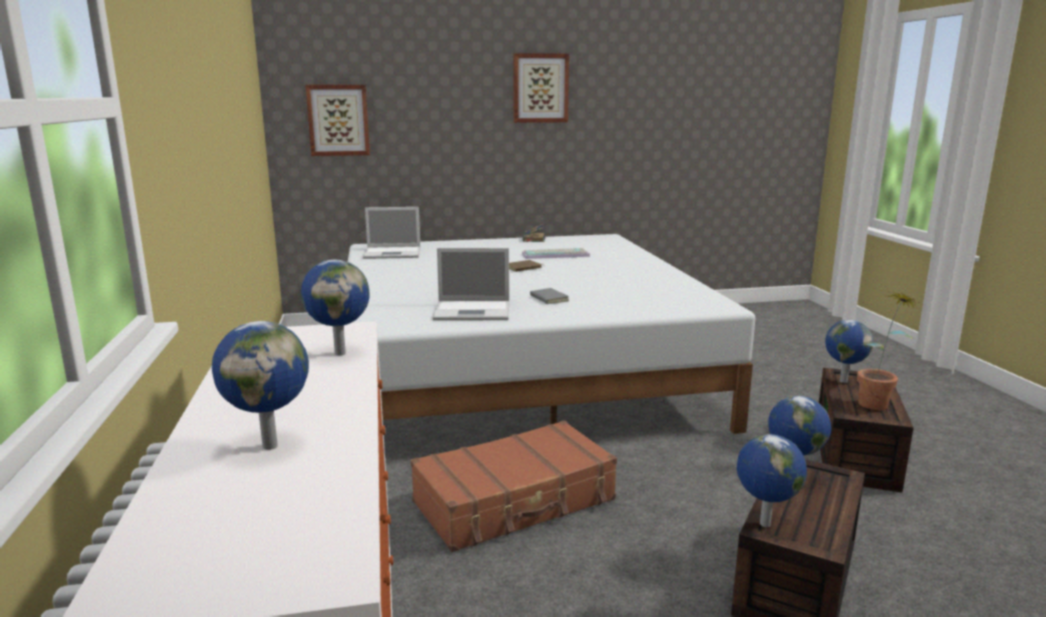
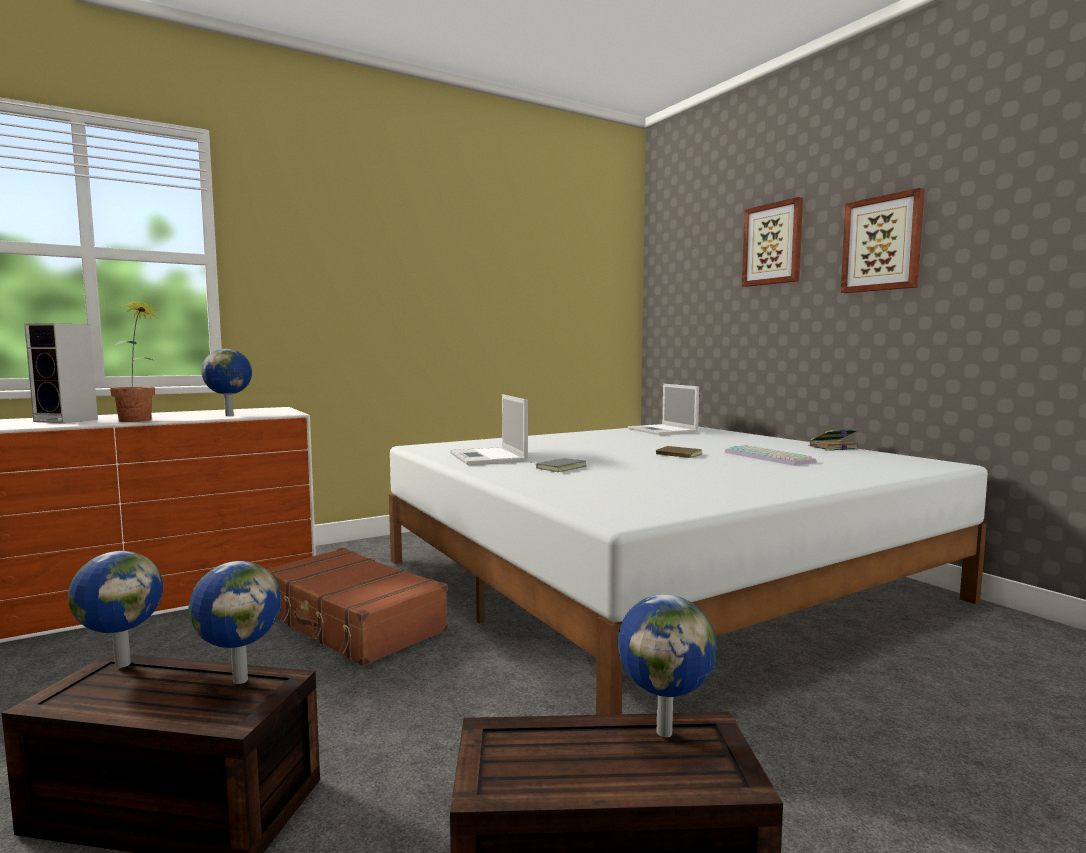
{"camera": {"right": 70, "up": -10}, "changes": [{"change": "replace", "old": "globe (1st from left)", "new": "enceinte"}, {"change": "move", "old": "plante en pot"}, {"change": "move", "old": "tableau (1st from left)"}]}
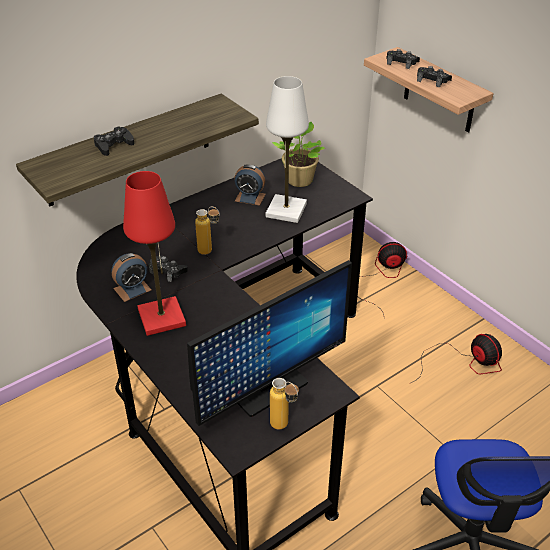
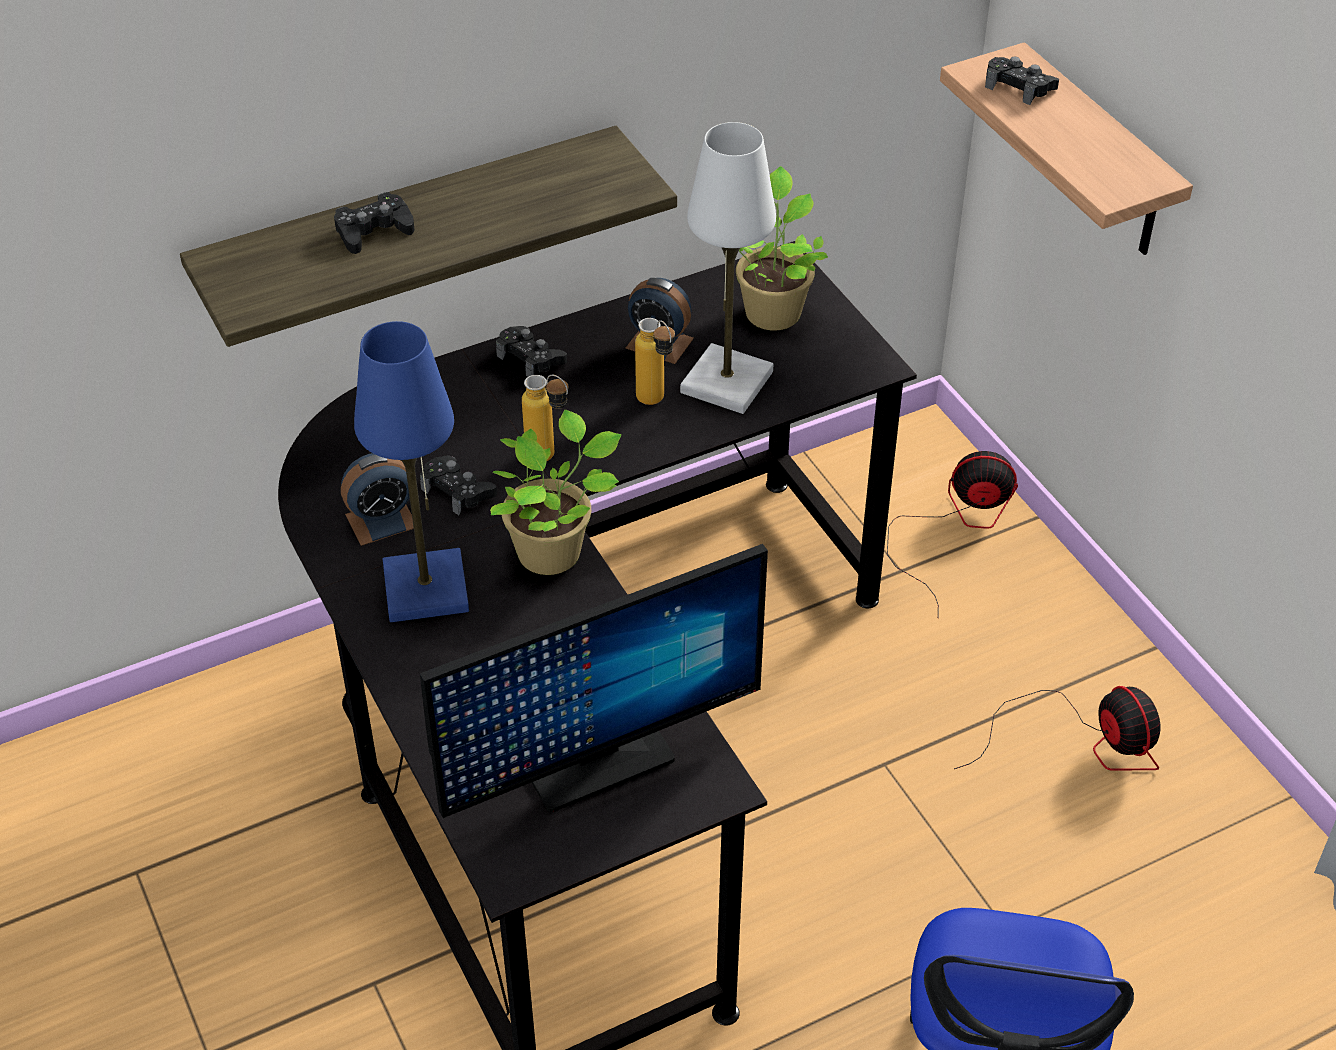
{"camera": {"right": 10, "up": 5}, "changes": [{"change": "recolor", "old": "lampe de table (rouge)", "new": "lampe de table (bleu)"}, {"change": "insert", "new": "plante en pot (1st from left)"}, {"change": "move", "old": "manette (noir) (4th from left in the first image)", "new": "manette (noir) (3rd from left)"}, {"change": "move", "old": "bouteille (2nd from left)"}]}
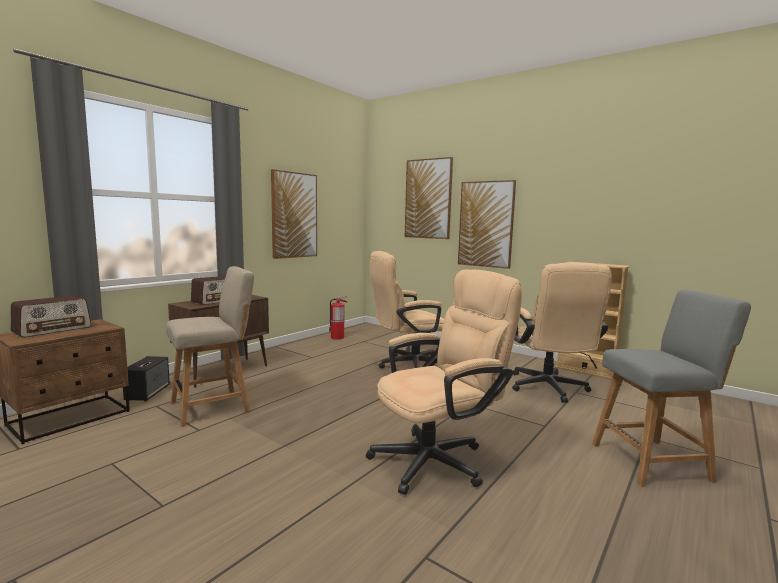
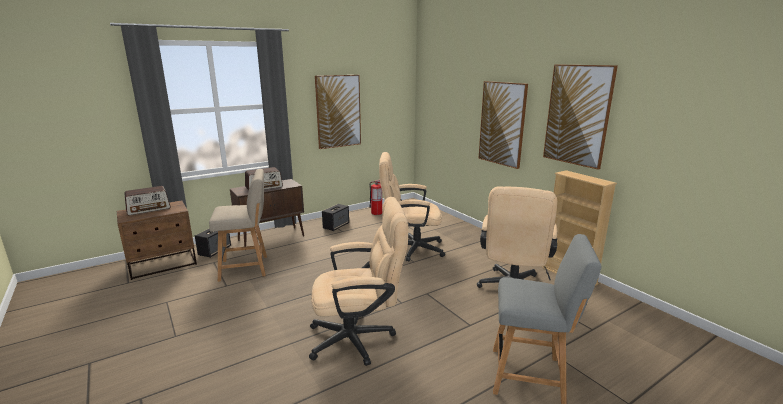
{"camera": {"right": 20, "up": 10}, "changes": [{"change": "insert", "new": "enceinte (2nd from left)"}, {"change": "move", "old": "tableau (2nd from left in the first image)", "new": "tableau (3rd from left)"}]}
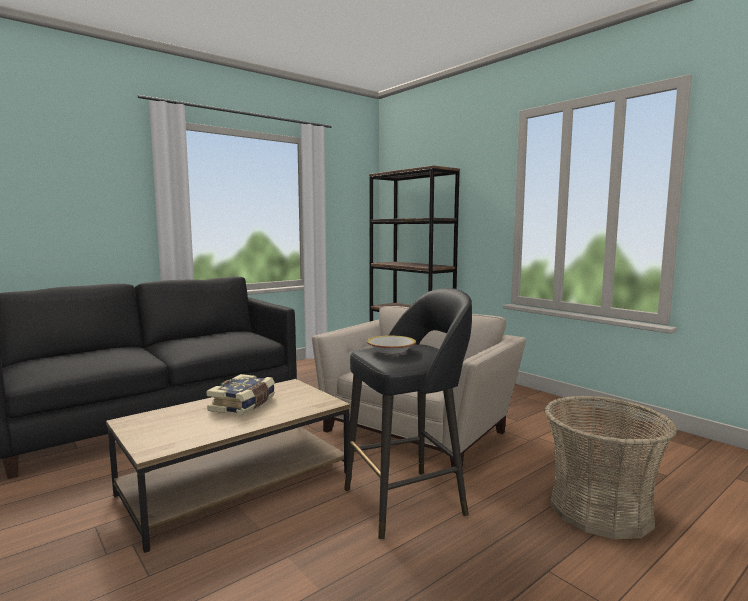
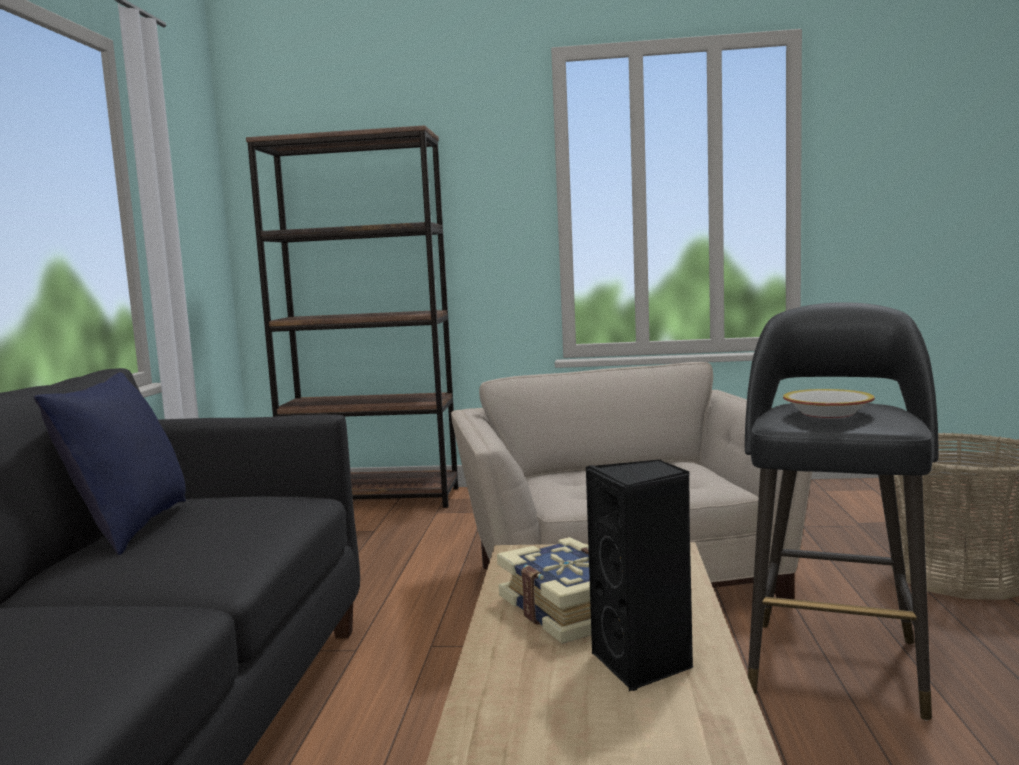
{"camera": {"right": -45, "up": 0}, "changes": [{"change": "insert", "new": "coussin (bleu)"}, {"change": "insert", "new": "enceinte (noir)"}]}
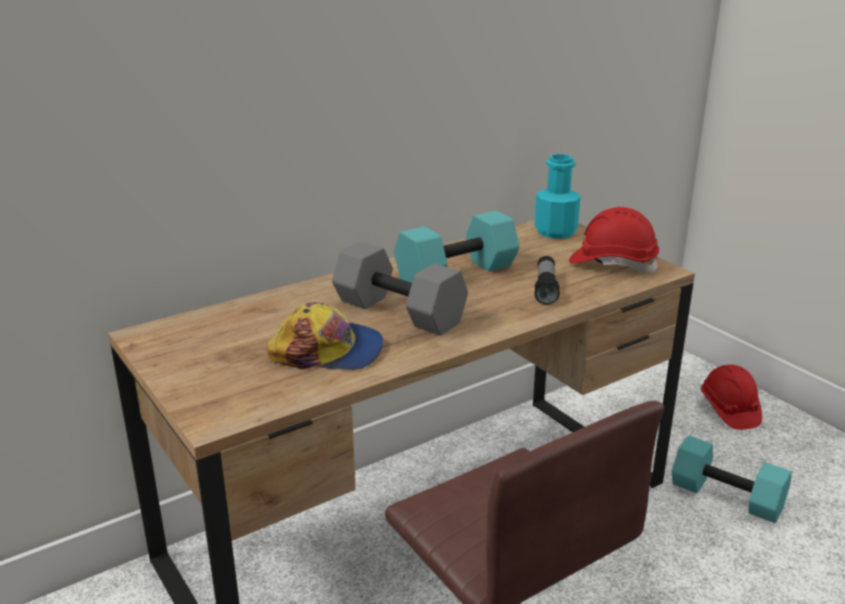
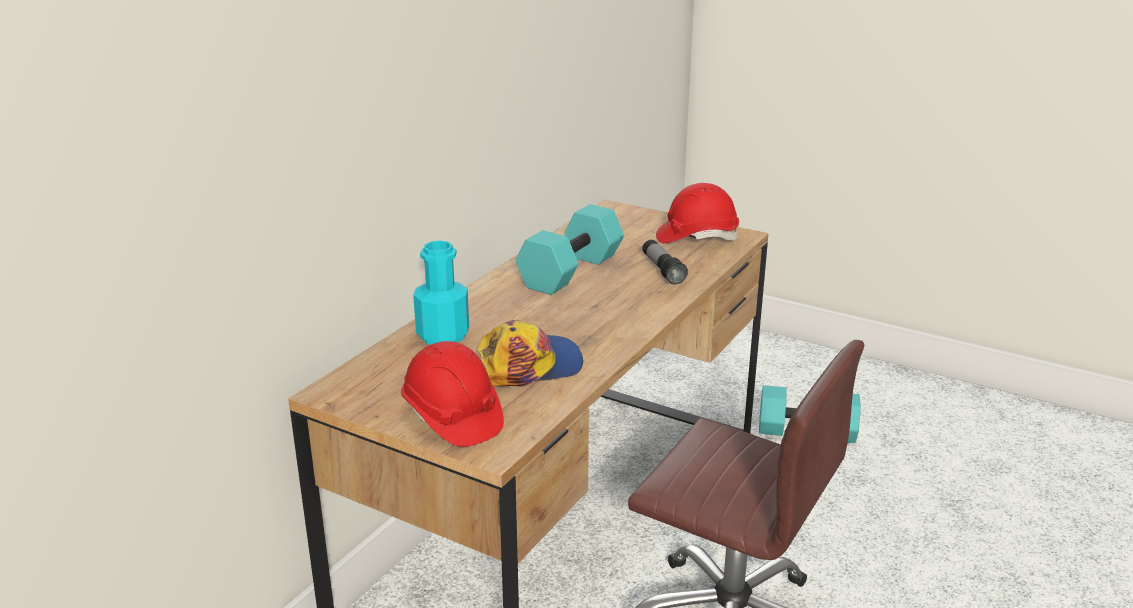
{"camera": {"right": -25, "up": 0}, "changes": [{"change": "move", "old": "casque de chantier (rouge) (2nd from left in the first image)", "new": "casque de chantier (rouge) (1st from left)"}, {"change": "move", "old": "bouteille (turquoise)"}, {"change": "delete", "old": "haltère (gris)"}]}
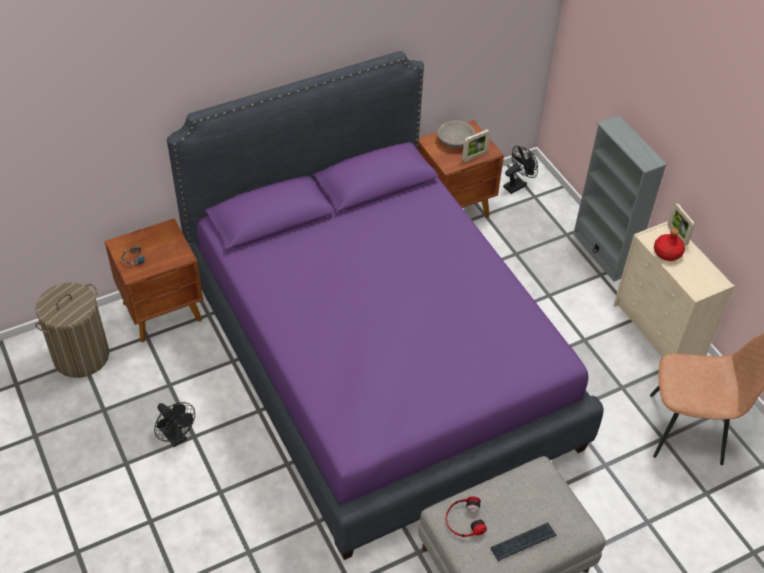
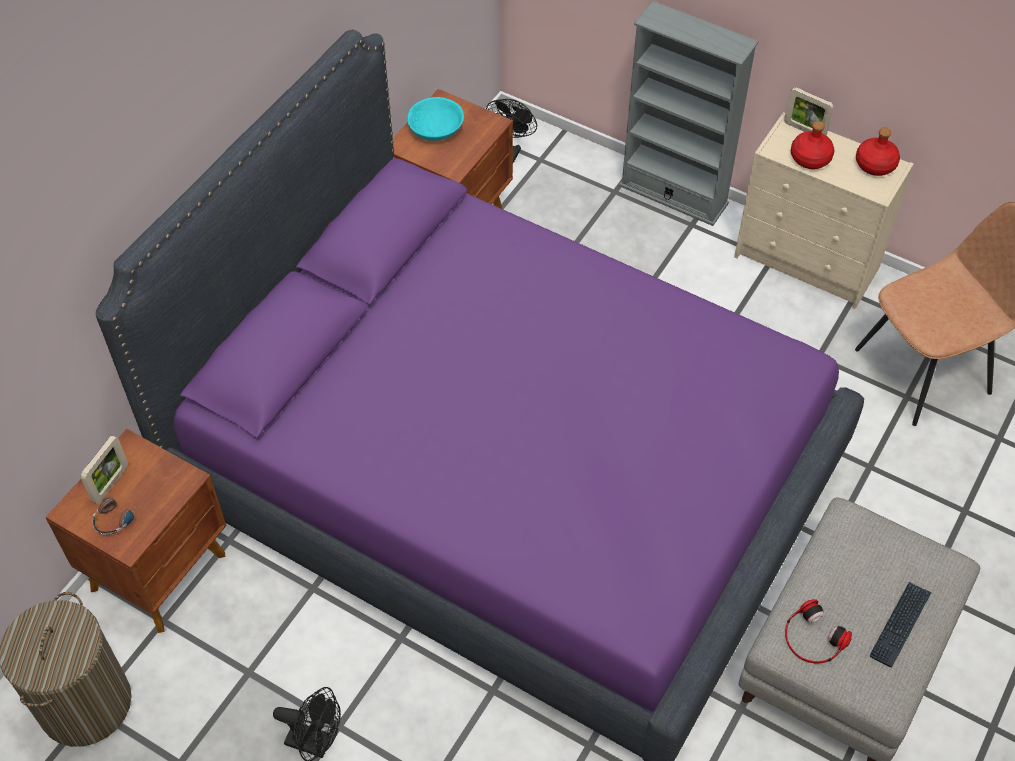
{"camera": {"right": -30, "up": 5}, "changes": [{"change": "move", "old": "cadre photo (1st from left)"}, {"change": "recolor", "old": "bol (gris)", "new": "bol (turquoise)"}, {"change": "insert", "new": "bouteille (rouge) (2nd from left)"}]}
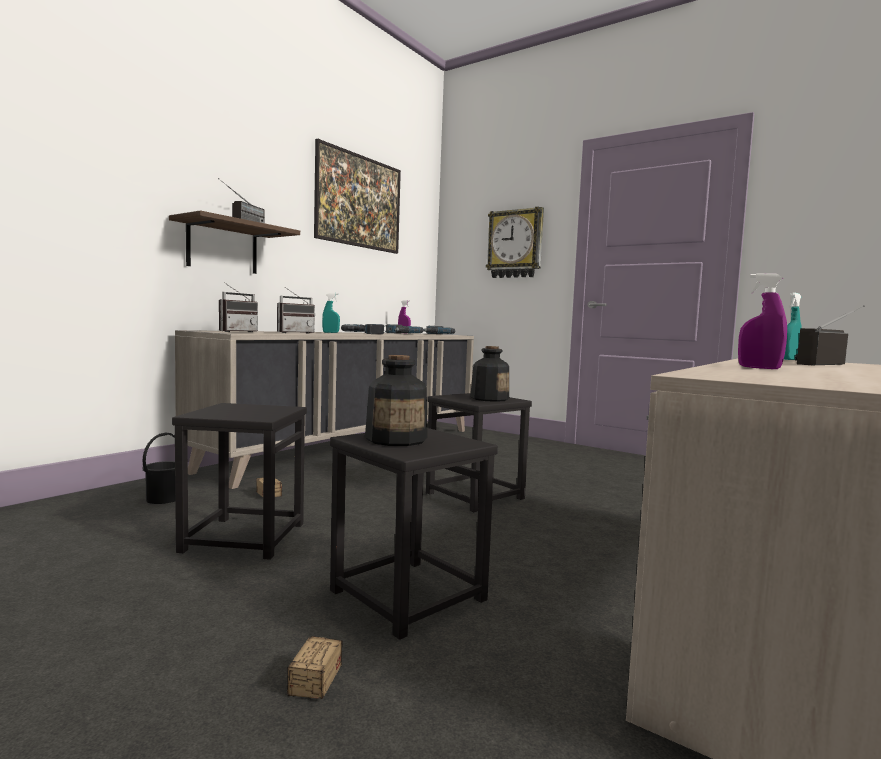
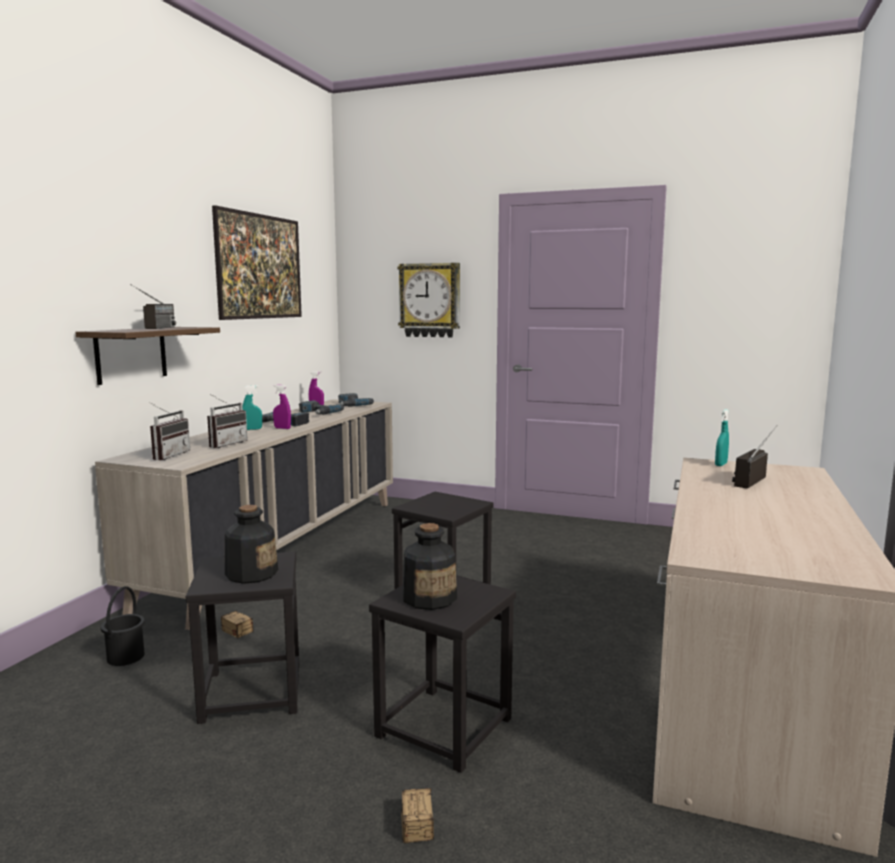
{"camera": {"right": -15, "up": 5}, "changes": [{"change": "move", "old": "bouteille (2nd from left in the first image)", "new": "bouteille (1st from left)"}, {"change": "move", "old": "vaporisateur (violet) (2nd from left in the first image)", "new": "vaporisateur (violet) (1st from left)"}]}
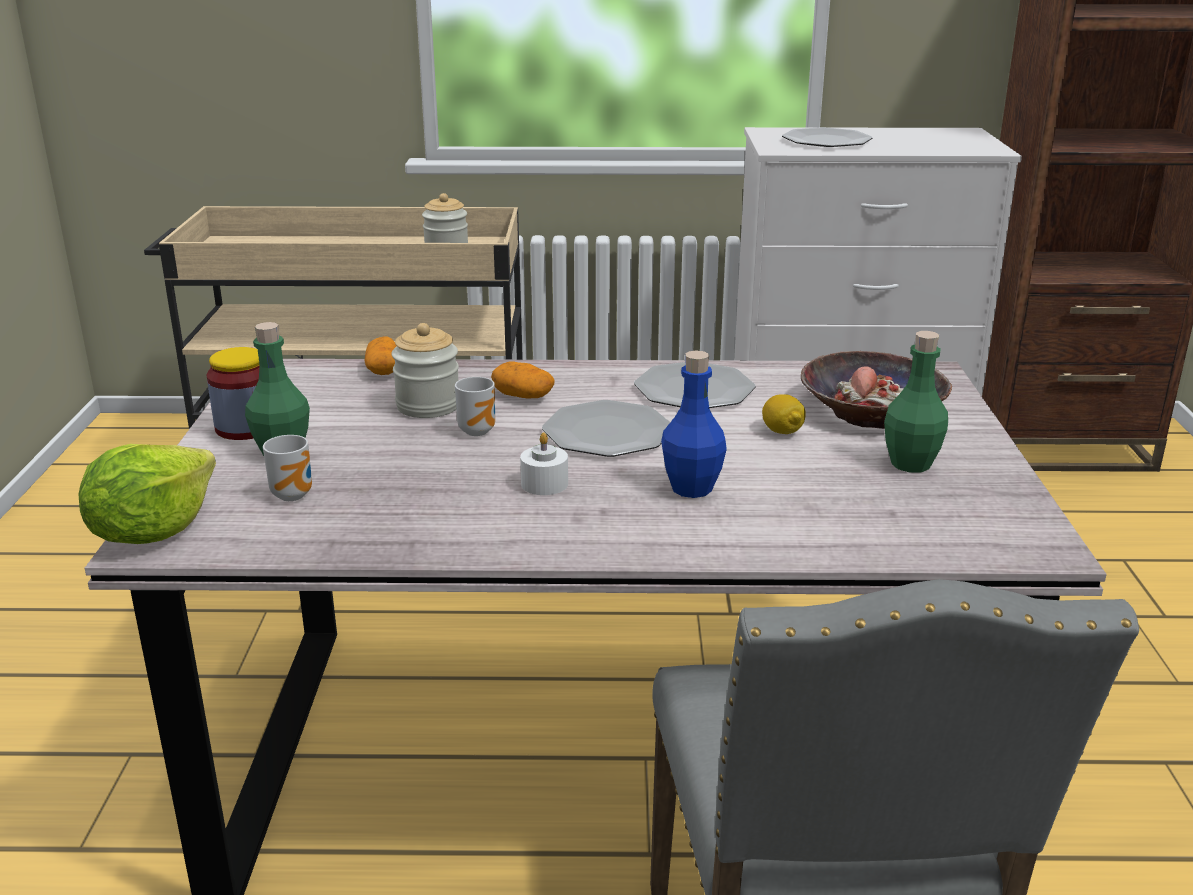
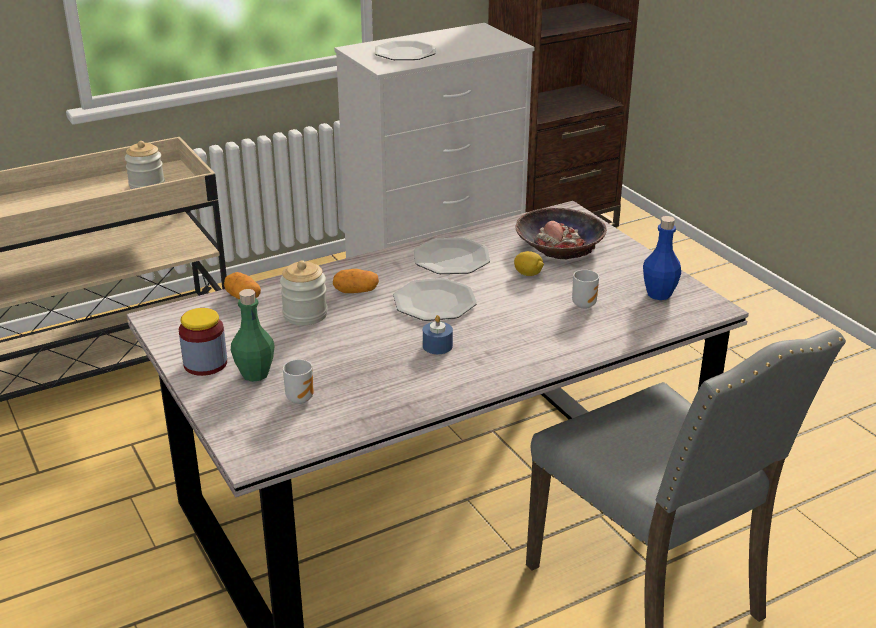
{"camera": {"right": -30, "up": 5}, "changes": [{"change": "recolor", "old": "bougie (blanc)", "new": "bougie (bleu)"}, {"change": "move", "old": "mug (2nd from left)"}, {"change": "move", "old": "bouteille (bleu)"}, {"change": "delete", "old": "laitue"}, {"change": "delete", "old": "bouteille (vert) (2nd from left)"}]}
